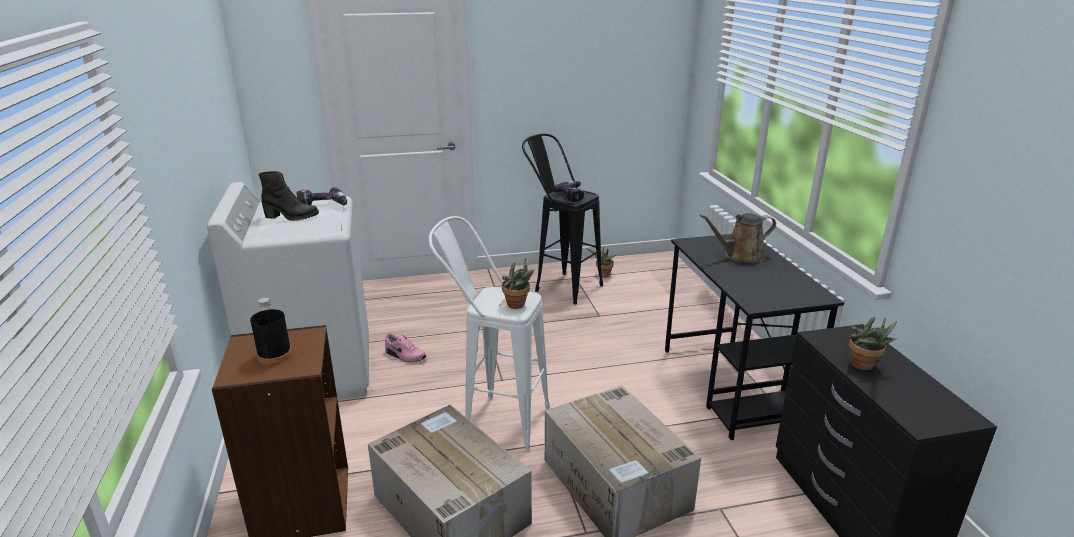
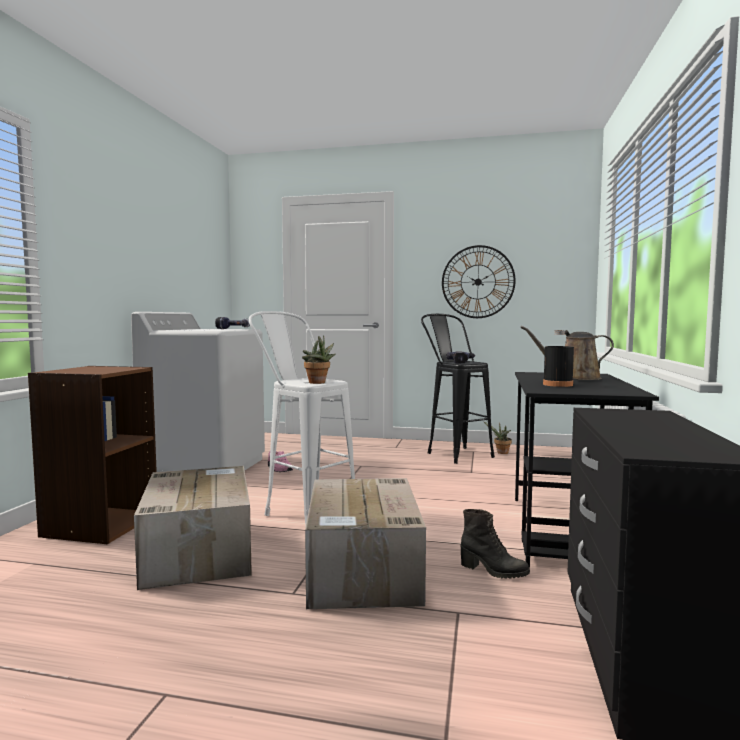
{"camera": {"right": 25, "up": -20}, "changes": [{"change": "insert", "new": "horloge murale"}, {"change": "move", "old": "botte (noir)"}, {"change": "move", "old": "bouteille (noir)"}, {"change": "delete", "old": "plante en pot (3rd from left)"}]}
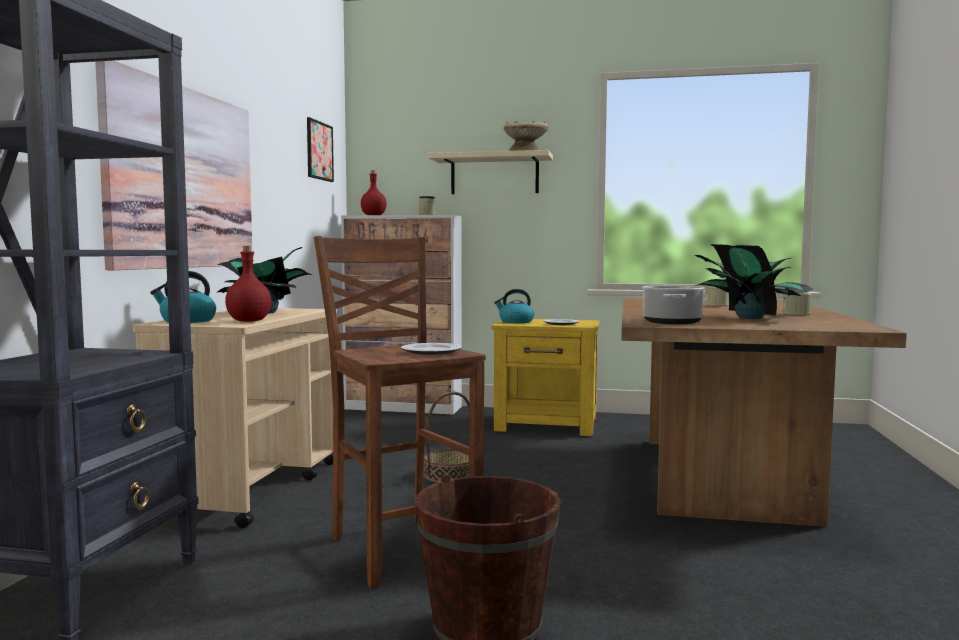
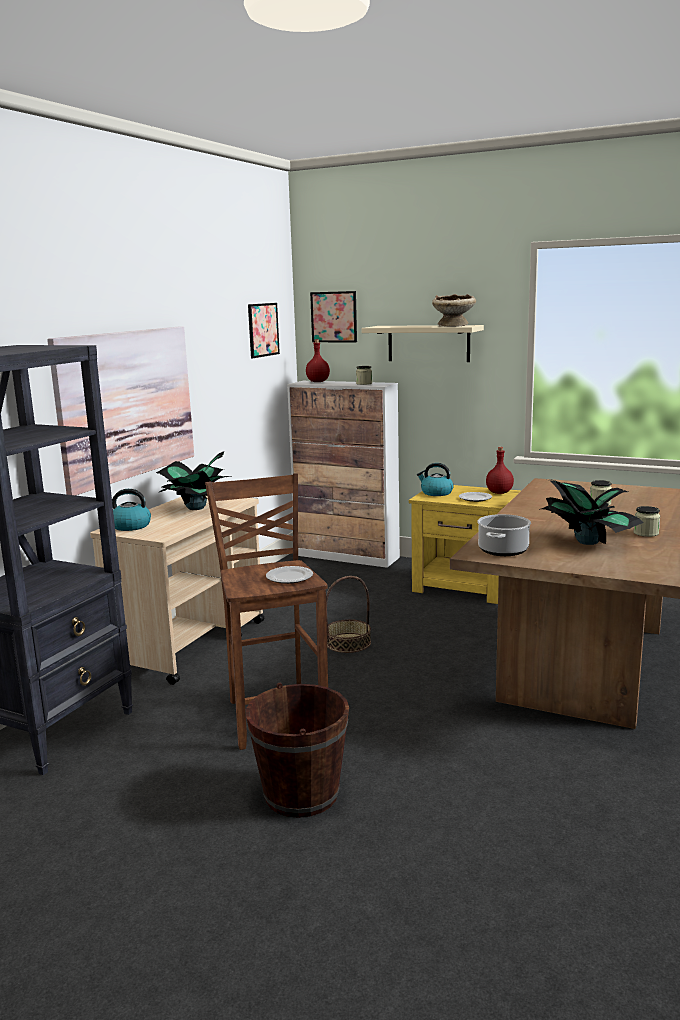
{"camera": {"right": 15, "up": 10}, "changes": [{"change": "insert", "new": "tableau (3rd from left)"}, {"change": "move", "old": "bouteille (rouge) (1st from left in the first image)", "new": "bouteille (rouge) (2nd from left)"}]}
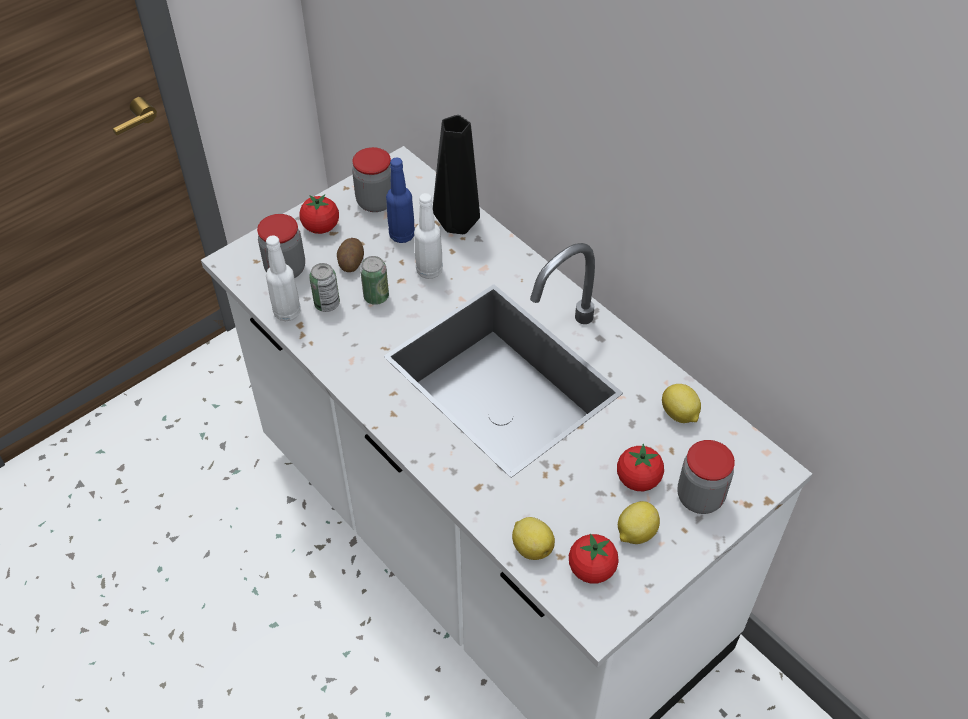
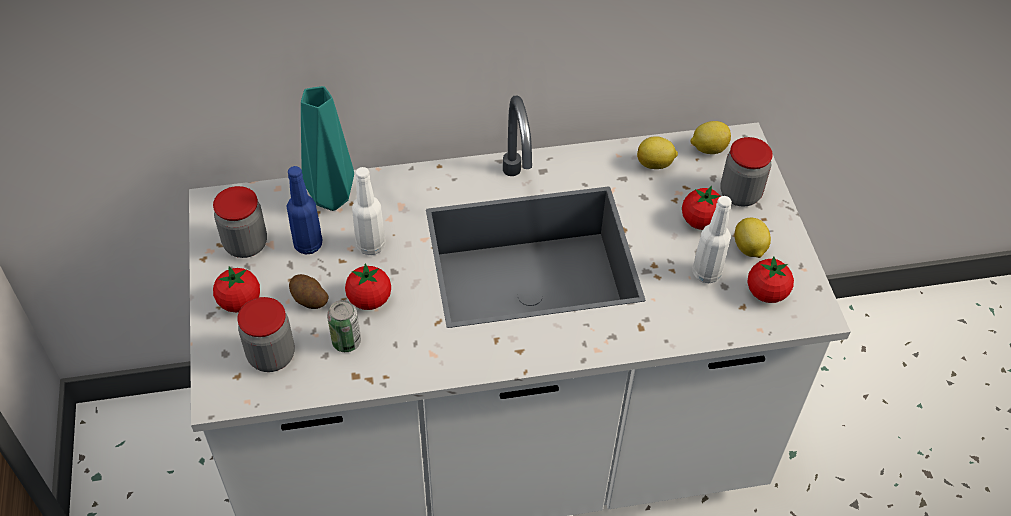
{"camera": {"right": -60, "up": 0}, "changes": [{"change": "recolor", "old": "vase (noir)", "new": "vase (turquoise)"}, {"change": "replace", "old": "boîte métallique (2nd from left)", "new": "tomate (2nd from left)"}, {"change": "move", "old": "citron (1st from left in the first image)", "new": "citron (2nd from left)"}, {"change": "move", "old": "bouteille (blanc) (1st from left in the first image)", "new": "bouteille (blanc) (2nd from left)"}]}
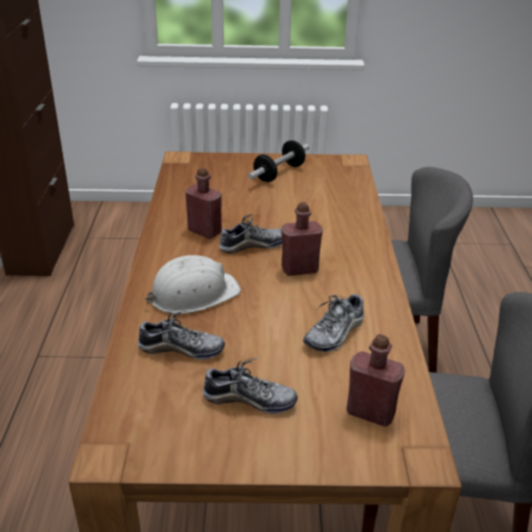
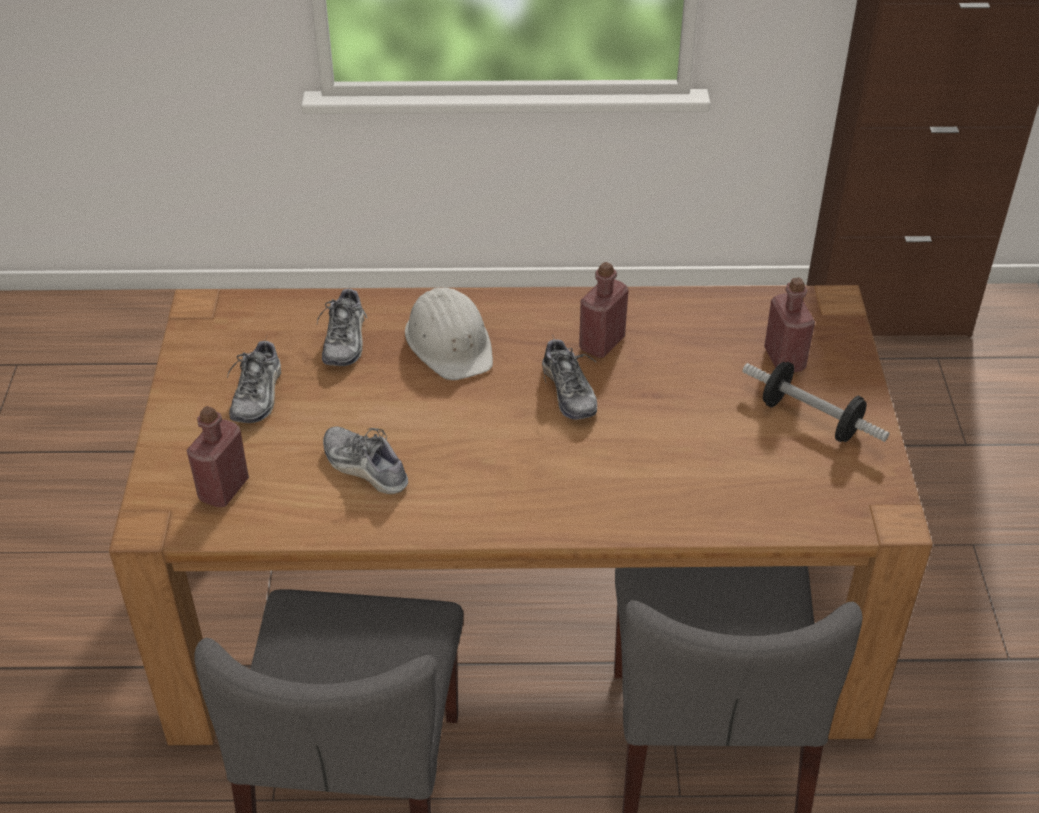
{"camera": {"right": 90, "up": 10}, "changes": [{"change": "move", "old": "bouteille (rouge) (2nd from left in the first image)", "new": "bouteille (rouge) (3rd from left)"}]}
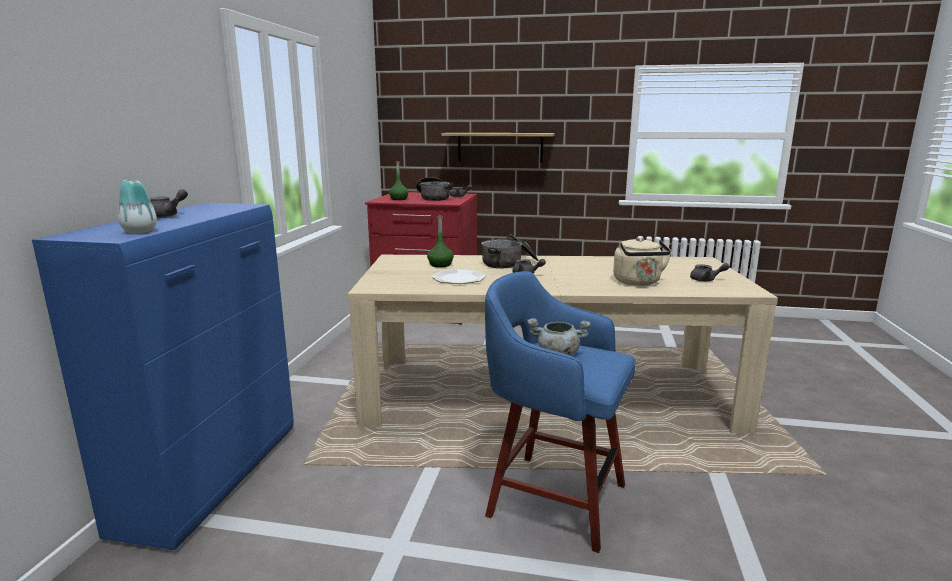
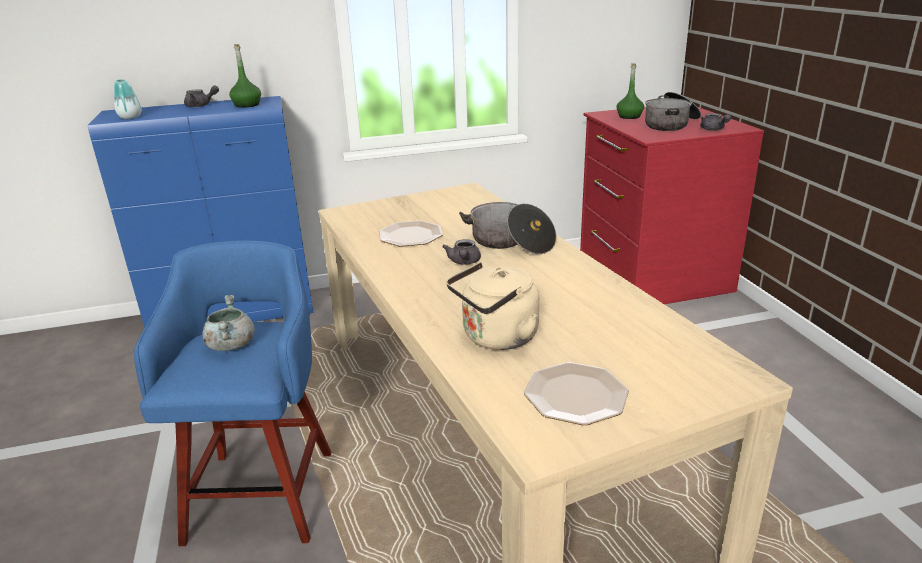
{"camera": {"right": 65, "up": 10}, "changes": [{"change": "move", "old": "bouteille (vert) (2nd from left in the first image)", "new": "bouteille (vert) (1st from left)"}, {"change": "replace", "old": "théière (gris) (4th from left)", "new": "assiette (2nd from left)"}, {"change": "delete", "old": "étagère"}]}
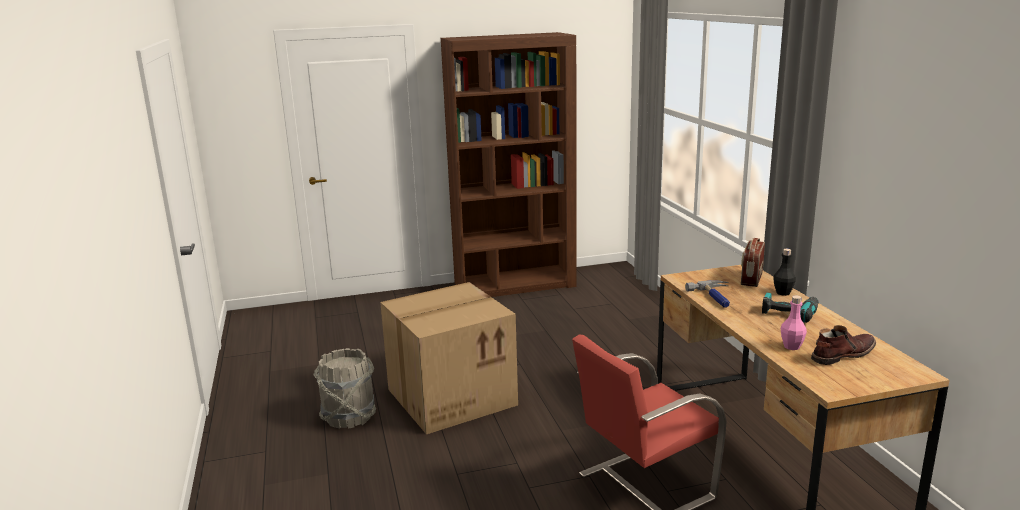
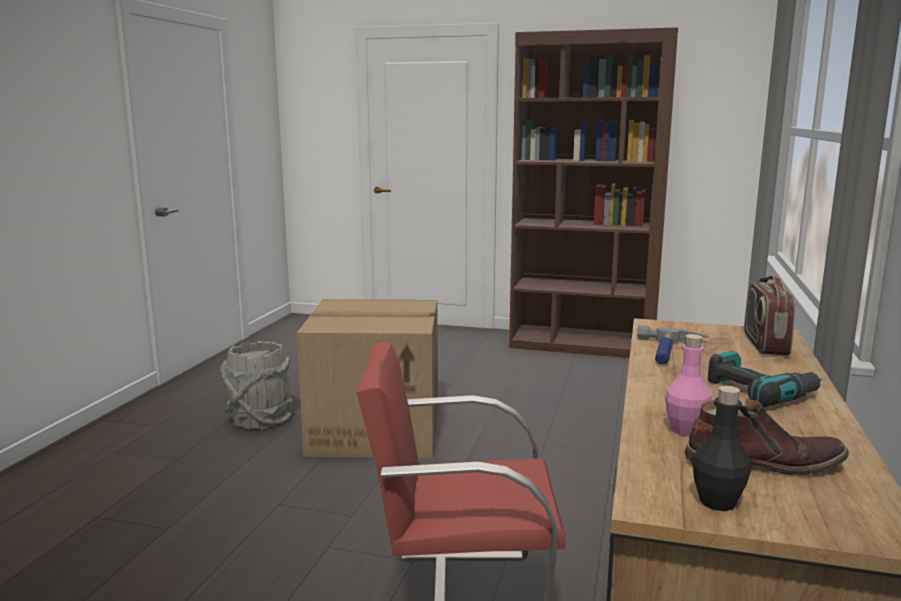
{"camera": {"right": 30, "up": -5}, "changes": [{"change": "move", "old": "bouteille (noir)"}, {"change": "rotate", "old": "radio", "degrees": -45}]}
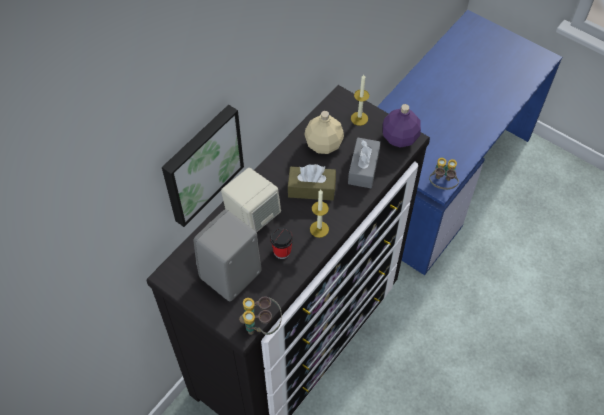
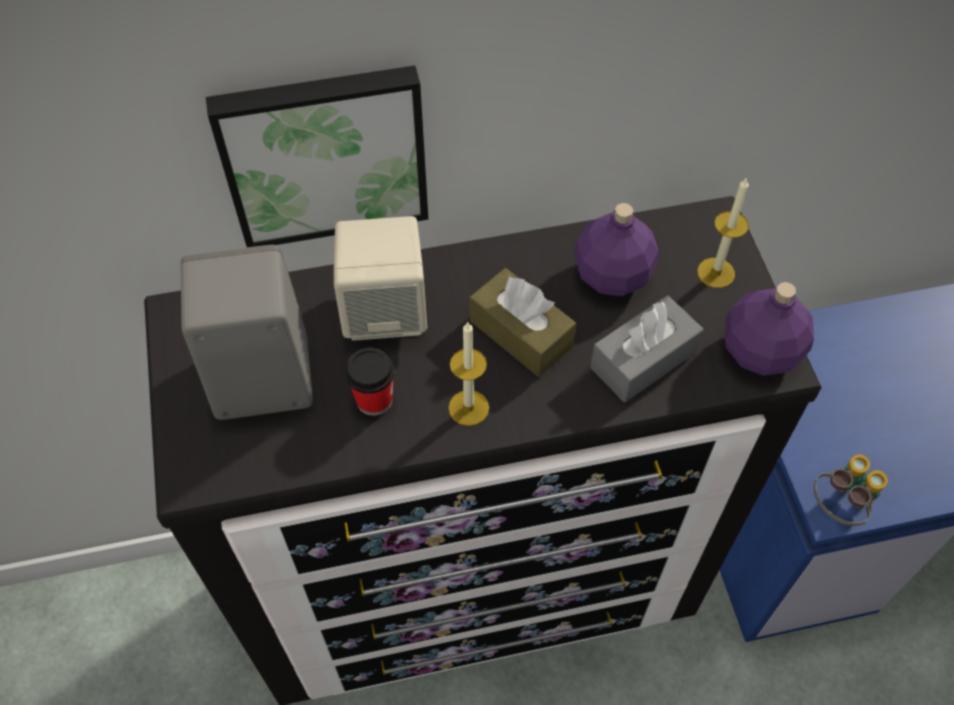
{"camera": {"right": 40, "up": 0}, "changes": [{"change": "recolor", "old": "bouteille (beige)", "new": "bouteille (violet) (1st from left)"}, {"change": "delete", "old": "jumelles (1st from left)"}]}
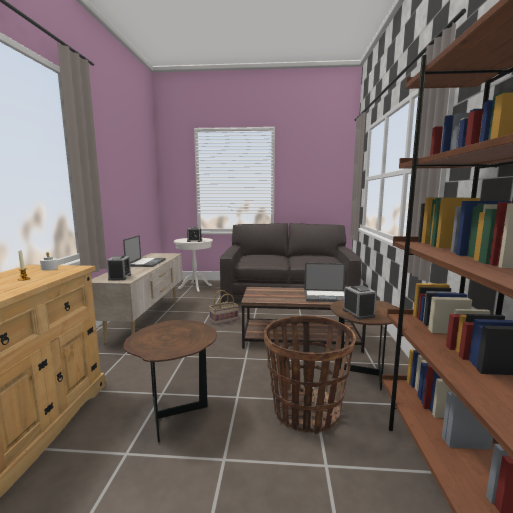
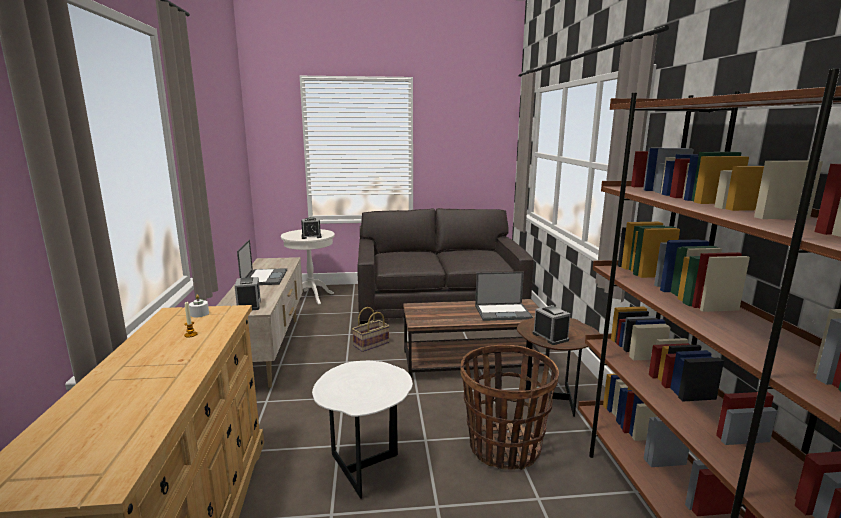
{"camera": {"right": -10, "up": 5}, "changes": [{"change": "recolor", "old": "table d'appoint (marron) (1st from left)", "new": "table d'appoint (blanc) (2nd from left)"}]}
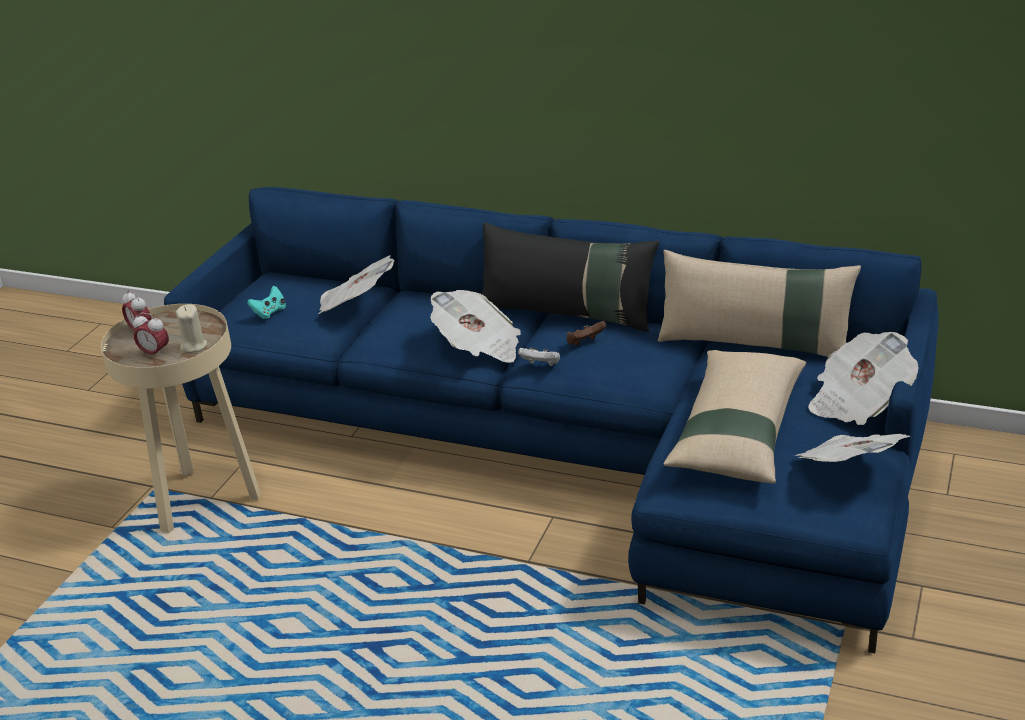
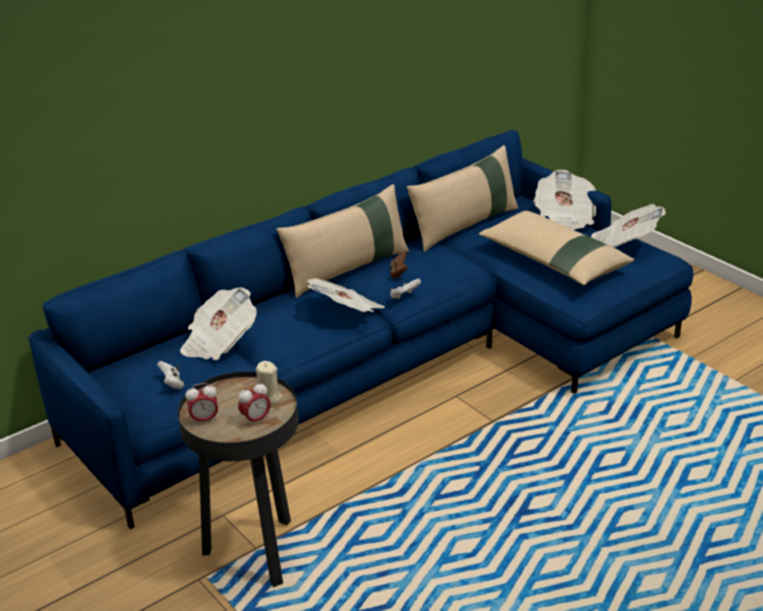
{"camera": {"right": -60, "up": 0}, "changes": [{"change": "recolor", "old": "manette (turquoise)", "new": "manette (blanc) (1st from left)"}, {"change": "recolor", "old": "table d'appoint (beige)", "new": "table d'appoint (noir)"}, {"change": "recolor", "old": "coussin (noir)", "new": "coussin (beige) (1st from left)"}]}
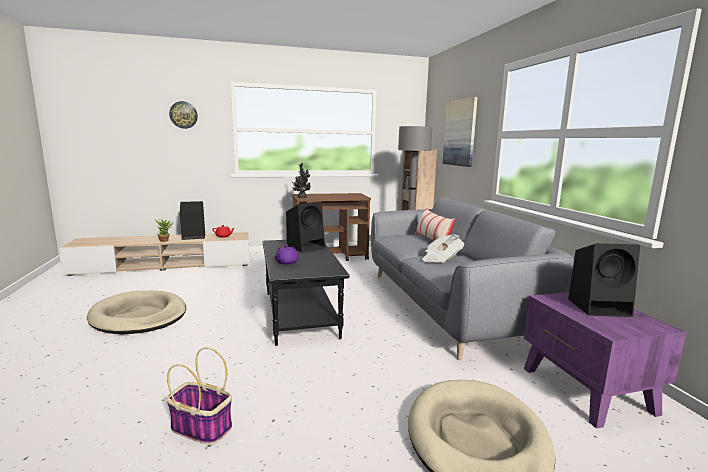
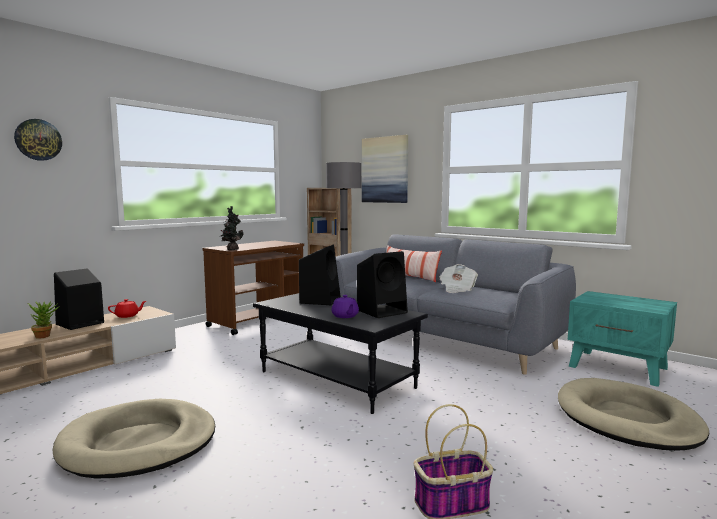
{"camera": {"right": -35, "up": -5}, "changes": [{"change": "move", "old": "enceinte (noir) (3rd from left)"}, {"change": "recolor", "old": "table d'appoint (violet)", "new": "table d'appoint (turquoise)"}]}
